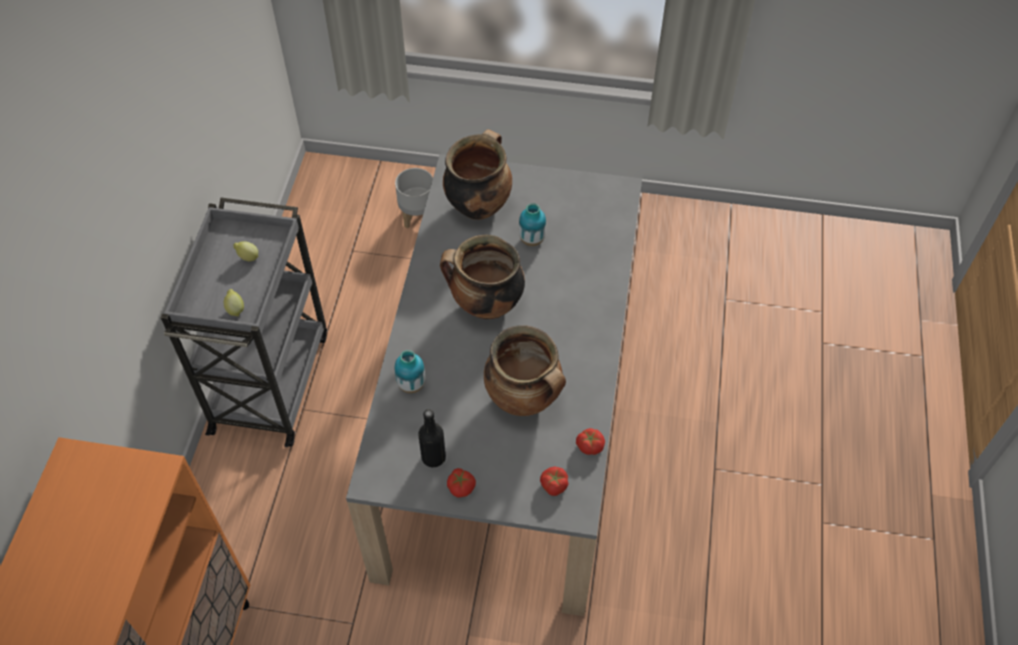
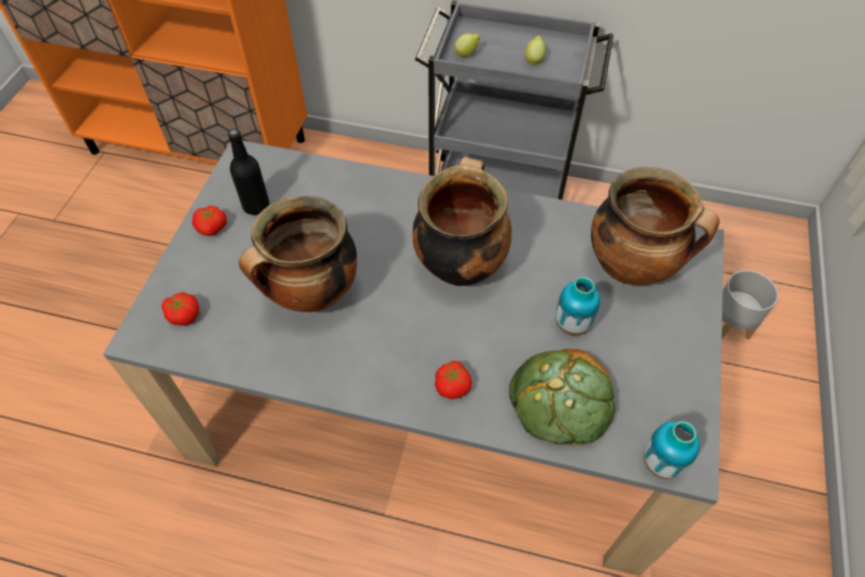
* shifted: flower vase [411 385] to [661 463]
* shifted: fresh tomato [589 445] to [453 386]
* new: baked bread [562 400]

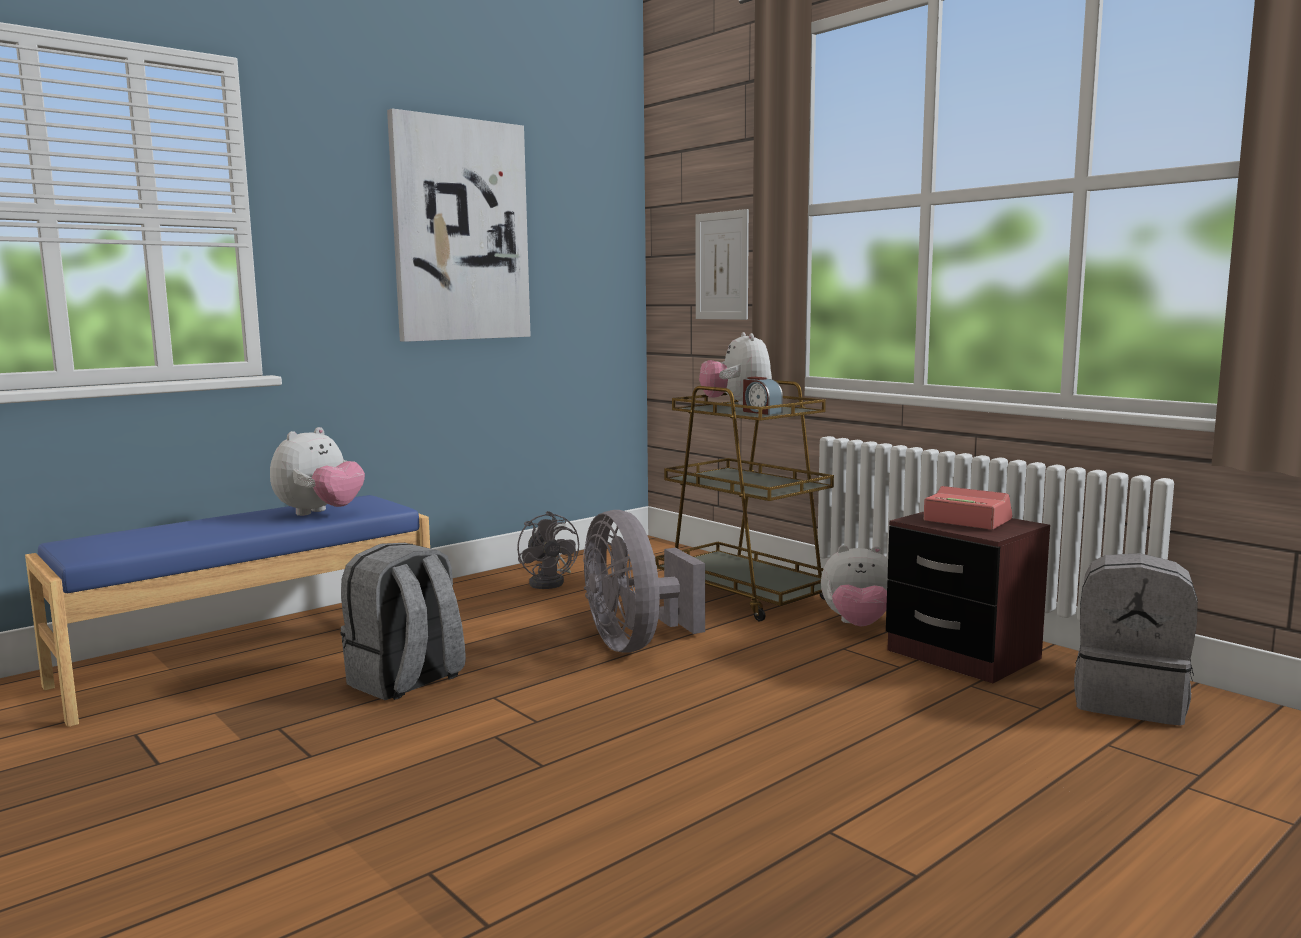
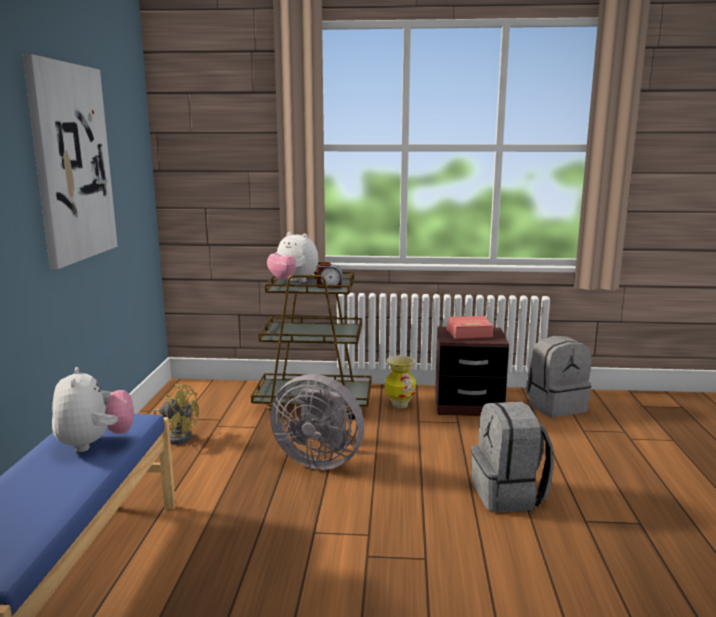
* gone: picture [722 266]
* repainted: fan in gray [550 582] to fan in yellow-coloured [177 436]
* shifted: backpack in gray [406 681] to [508 494]
* swapped: plush toy [858 625] to flower vase [400 404]

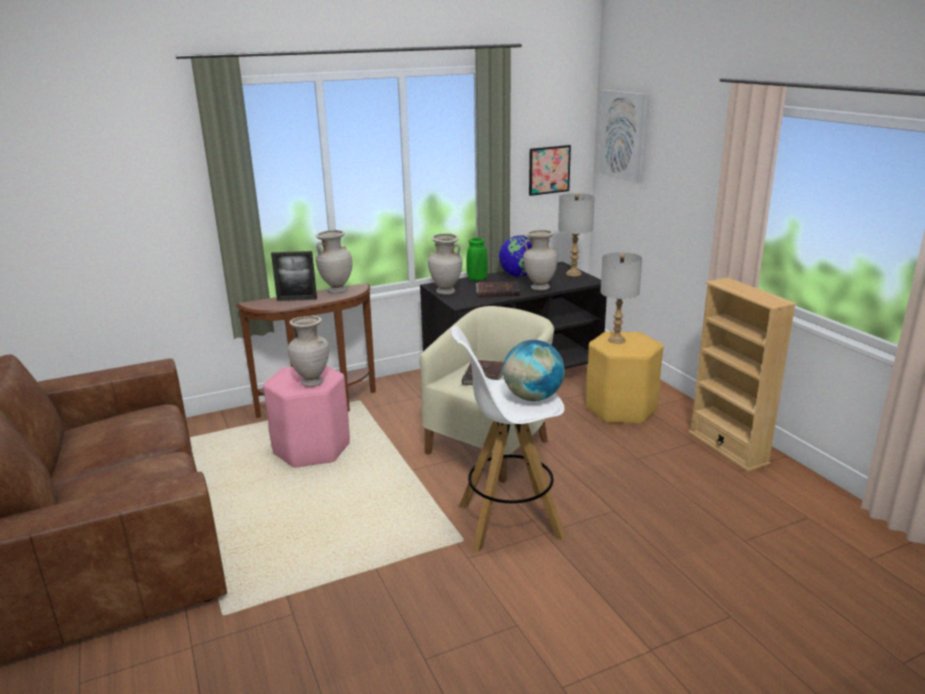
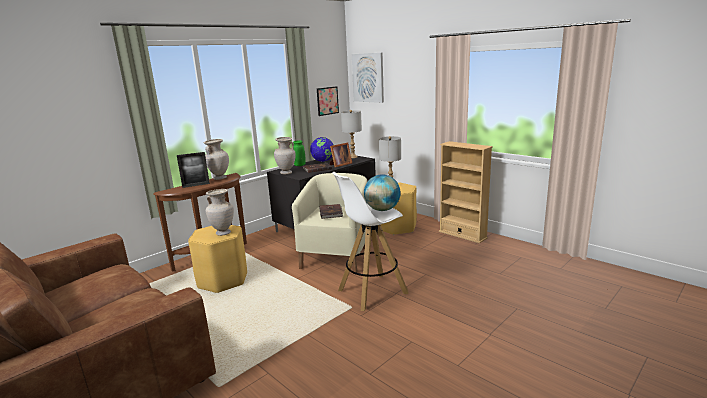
* swapped: flower vase in sand-coloured [539 288] to standing frame [340 165]
* repainted: stool in pinkish [312 449] to stool in yellow-coloured [223 280]

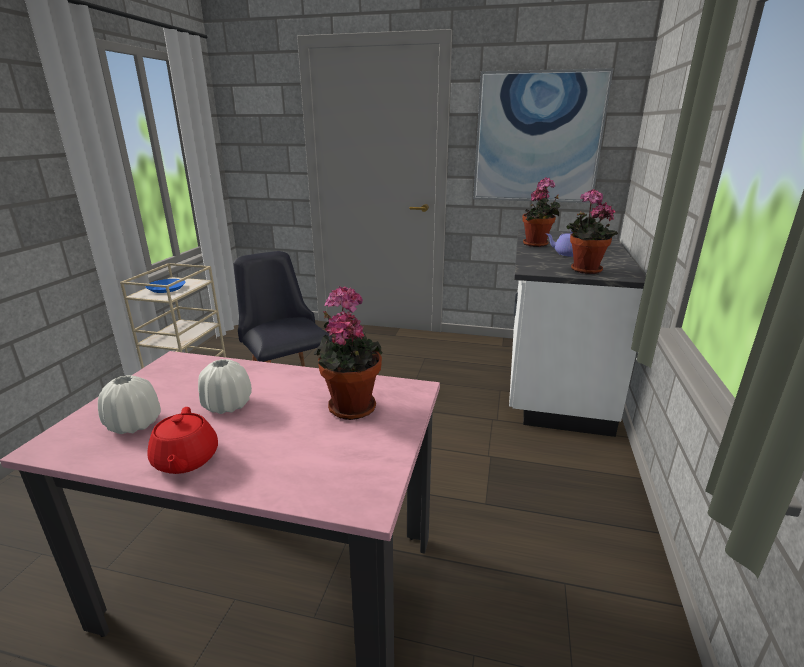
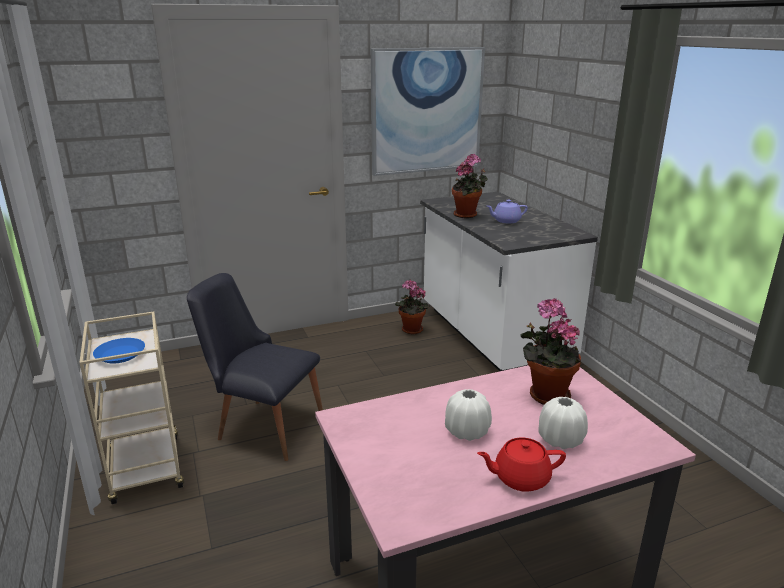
* shifted: plant in a pot [583 270] to [410 330]
* shifted: flower vase in white [134 424] to [560 440]
* rotated: teapot in reddish [185 460] = [520 478] 135 degrees clockwise

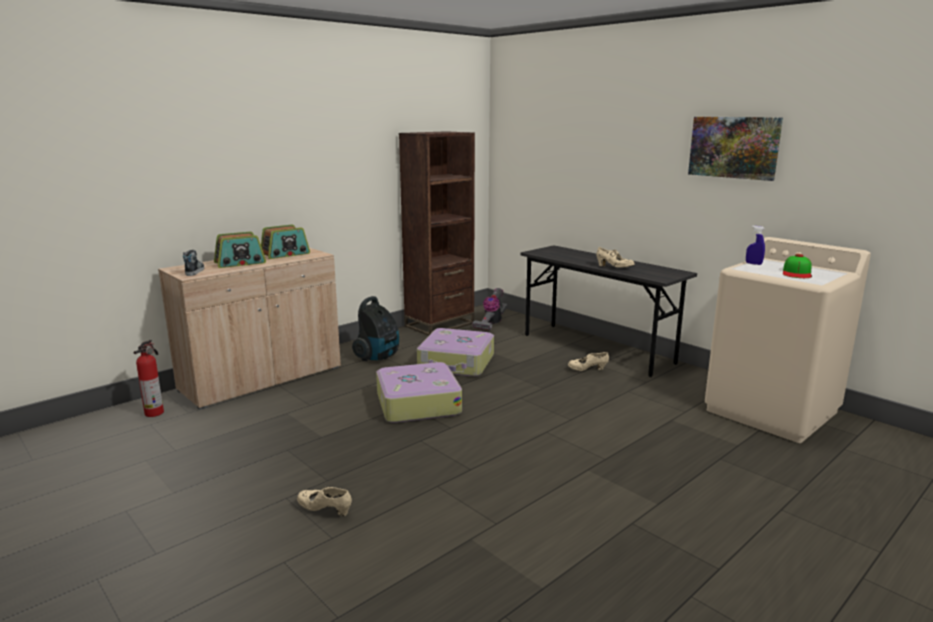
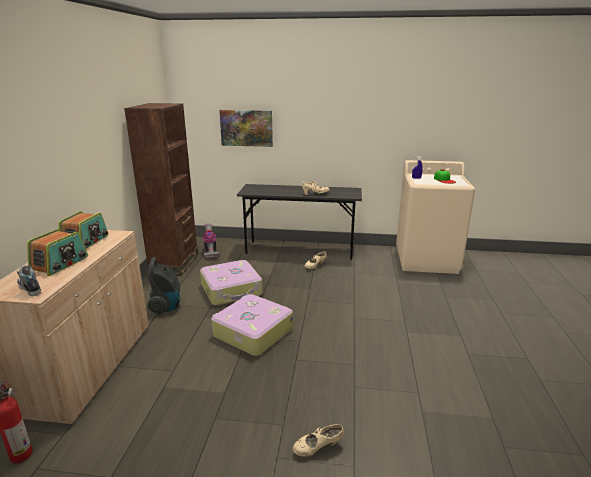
* shifted: picture [734 147] to [246 128]

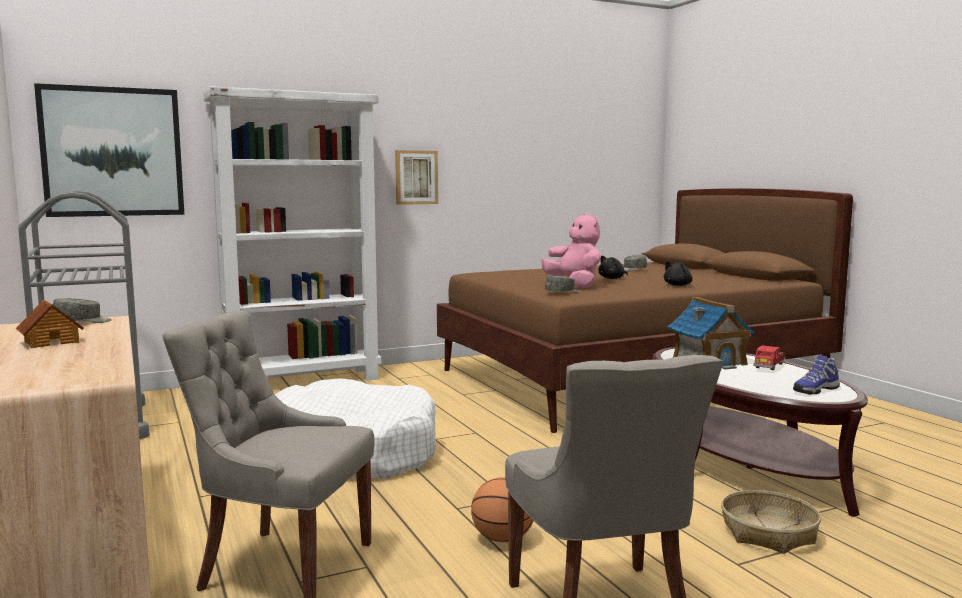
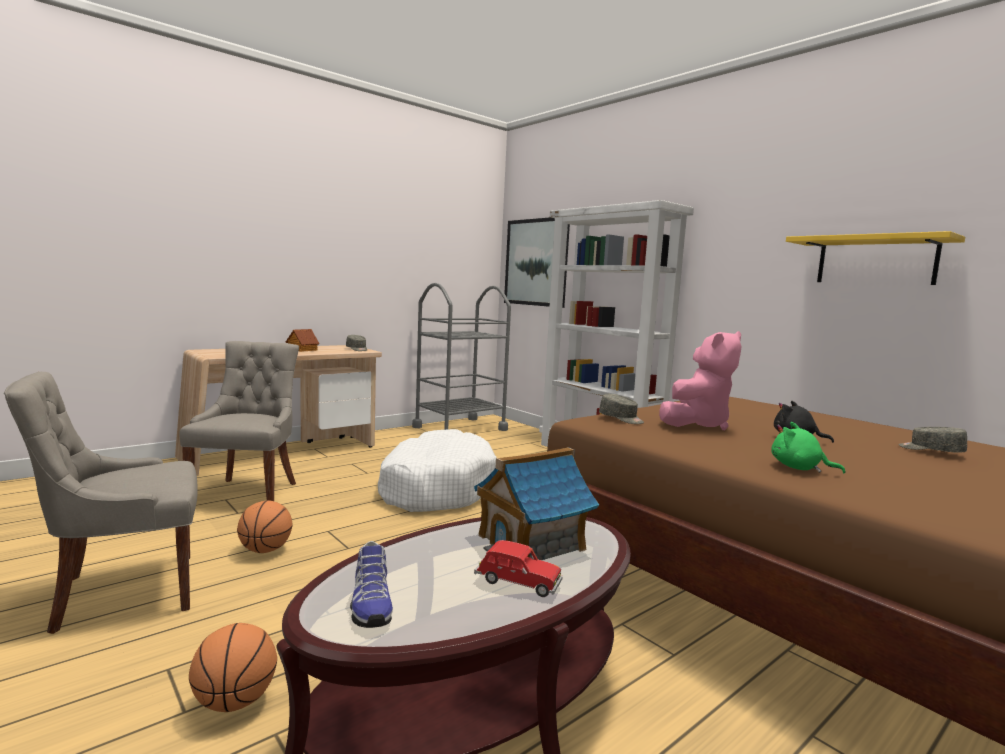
* gone: picture [416 177]
* repainted: plush toy in black [678 285] to plush toy in green-coloured [799 468]
* rotated: low shoe [814 390] = [370 605] 150 degrees counterclockwise
* swapped: basket [769 533] to basketball [235 702]
* new: wall shelf in yellow-coloured [875 261]

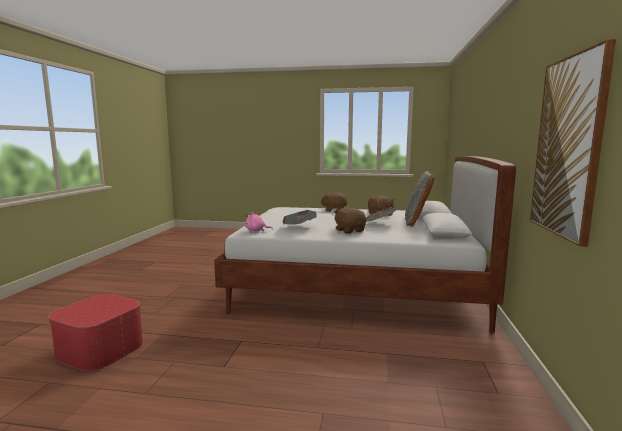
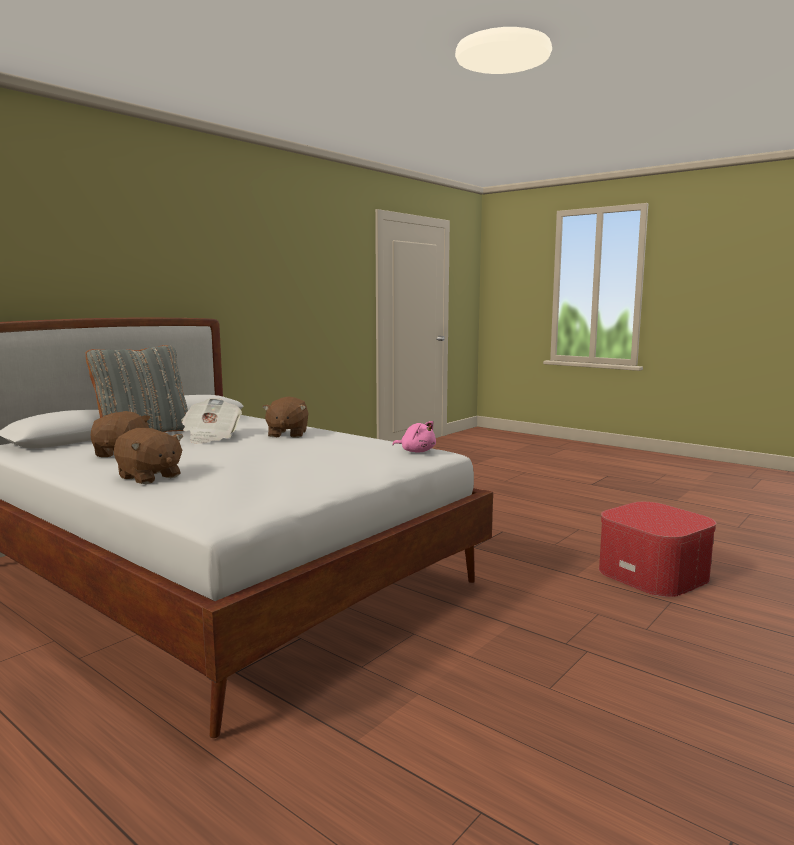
* gone: picture [568 147]
* gone: printed paper [299 227]

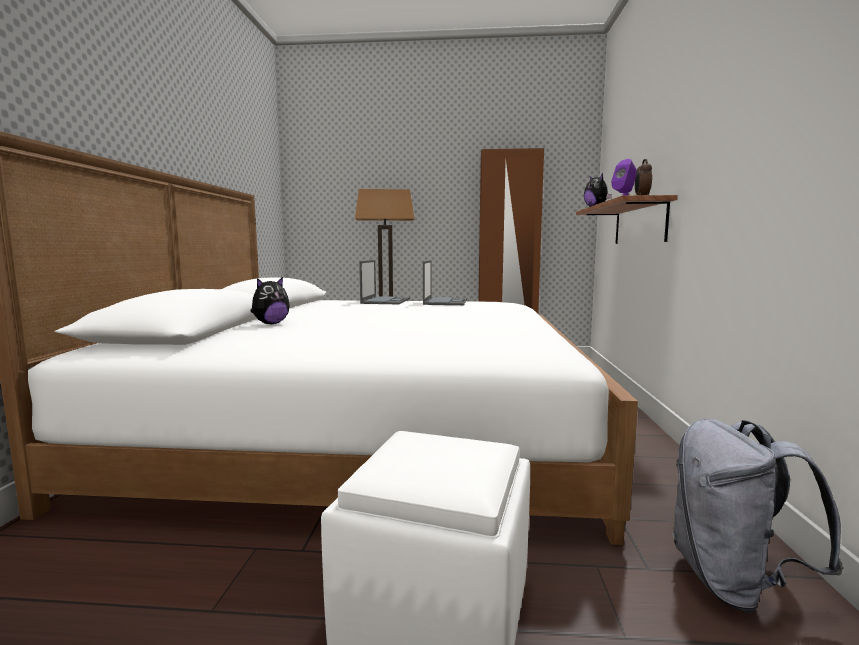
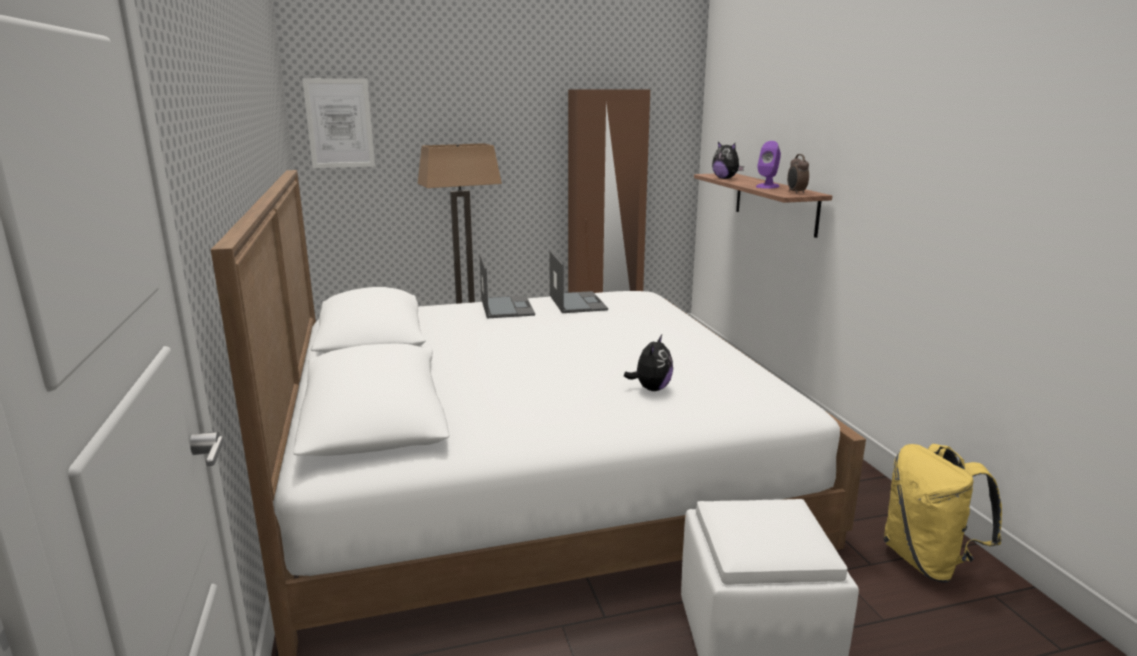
* shifted: plush toy [270 324] to [651 388]
* repainted: backpack in gray [733 583] to backpack in yellow-coloured [927 562]
* new: picture [339 123]

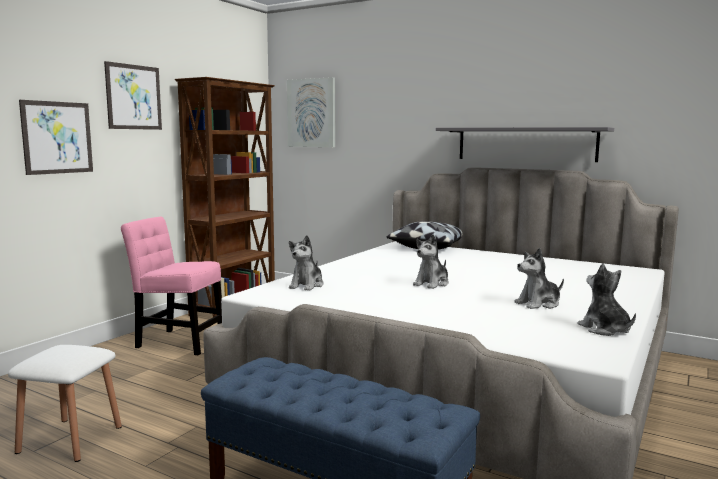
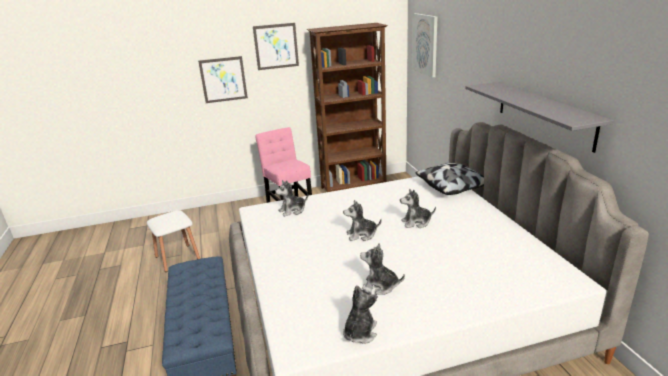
* new: plush toy [416 222]

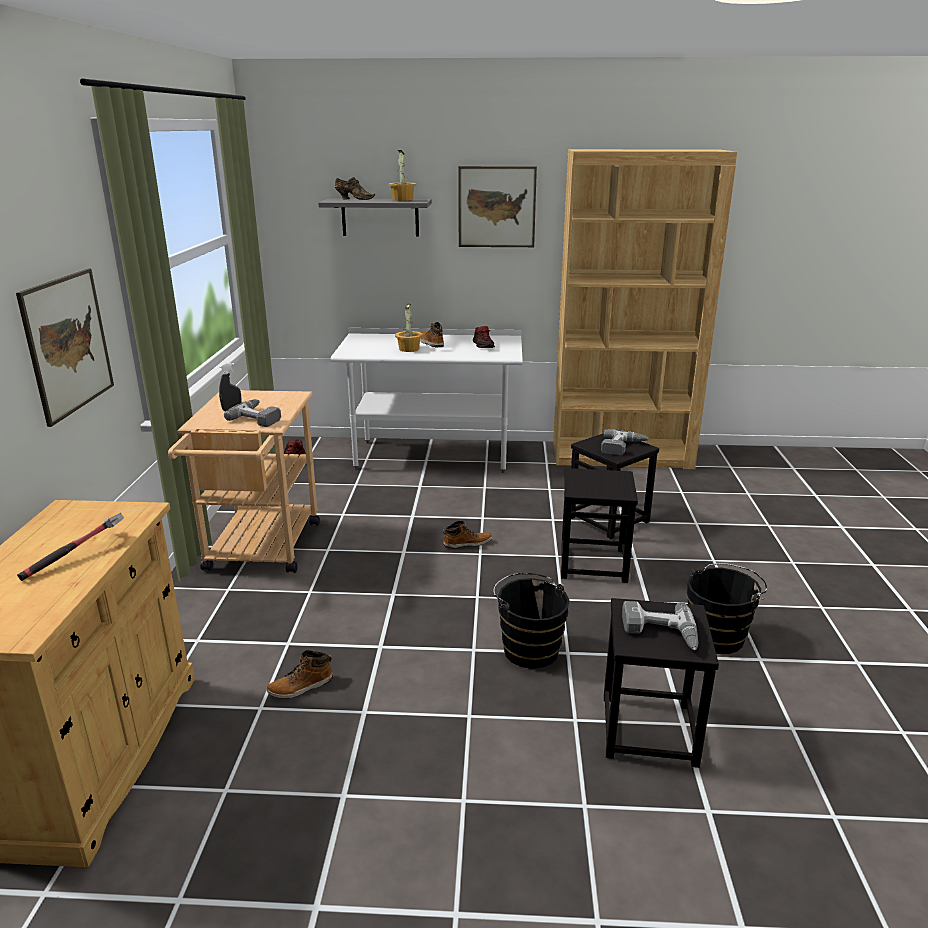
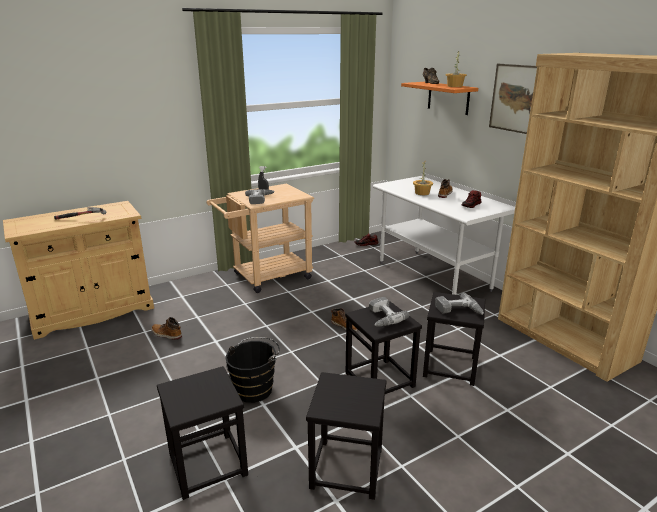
* repainted: wall shelf in gray [380 217] to wall shelf in orangey [448 98]
* gone: picture [68 344]
* swapped: bucket in black [718 635] to stool in black [347 468]
* shifted: electric drill [659 633] to [382 317]

